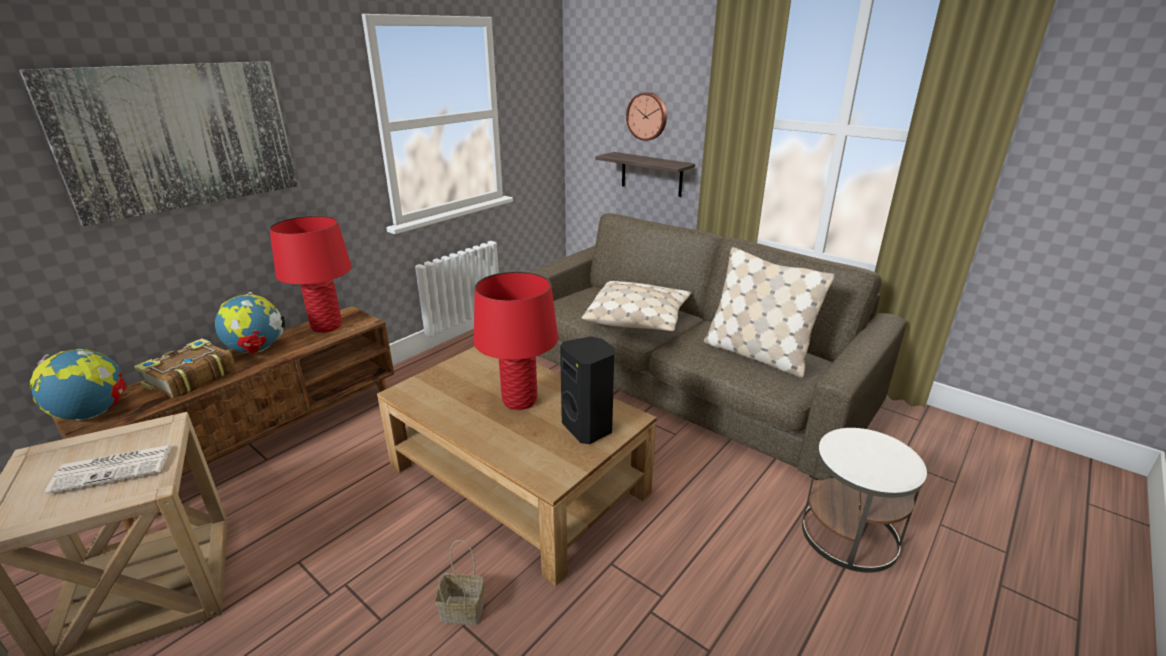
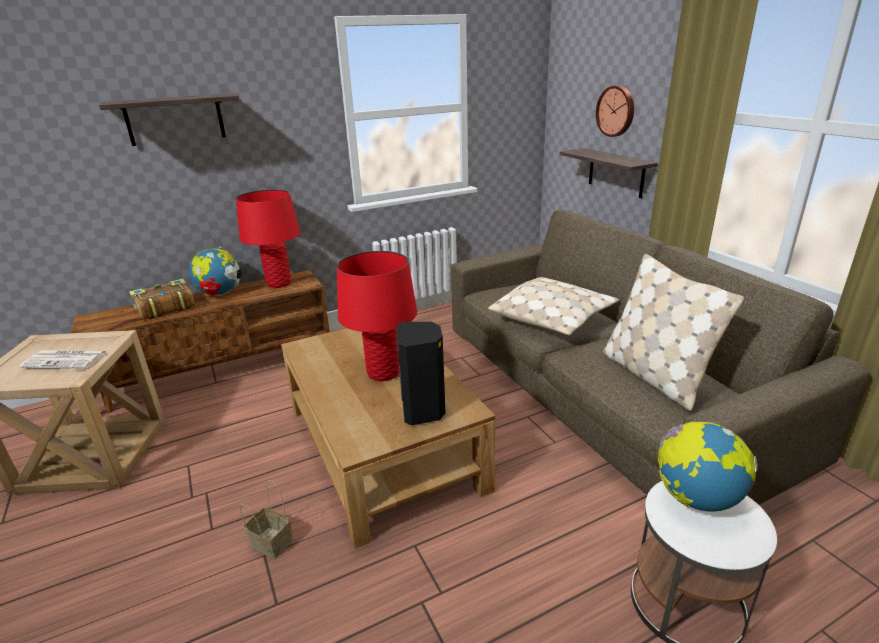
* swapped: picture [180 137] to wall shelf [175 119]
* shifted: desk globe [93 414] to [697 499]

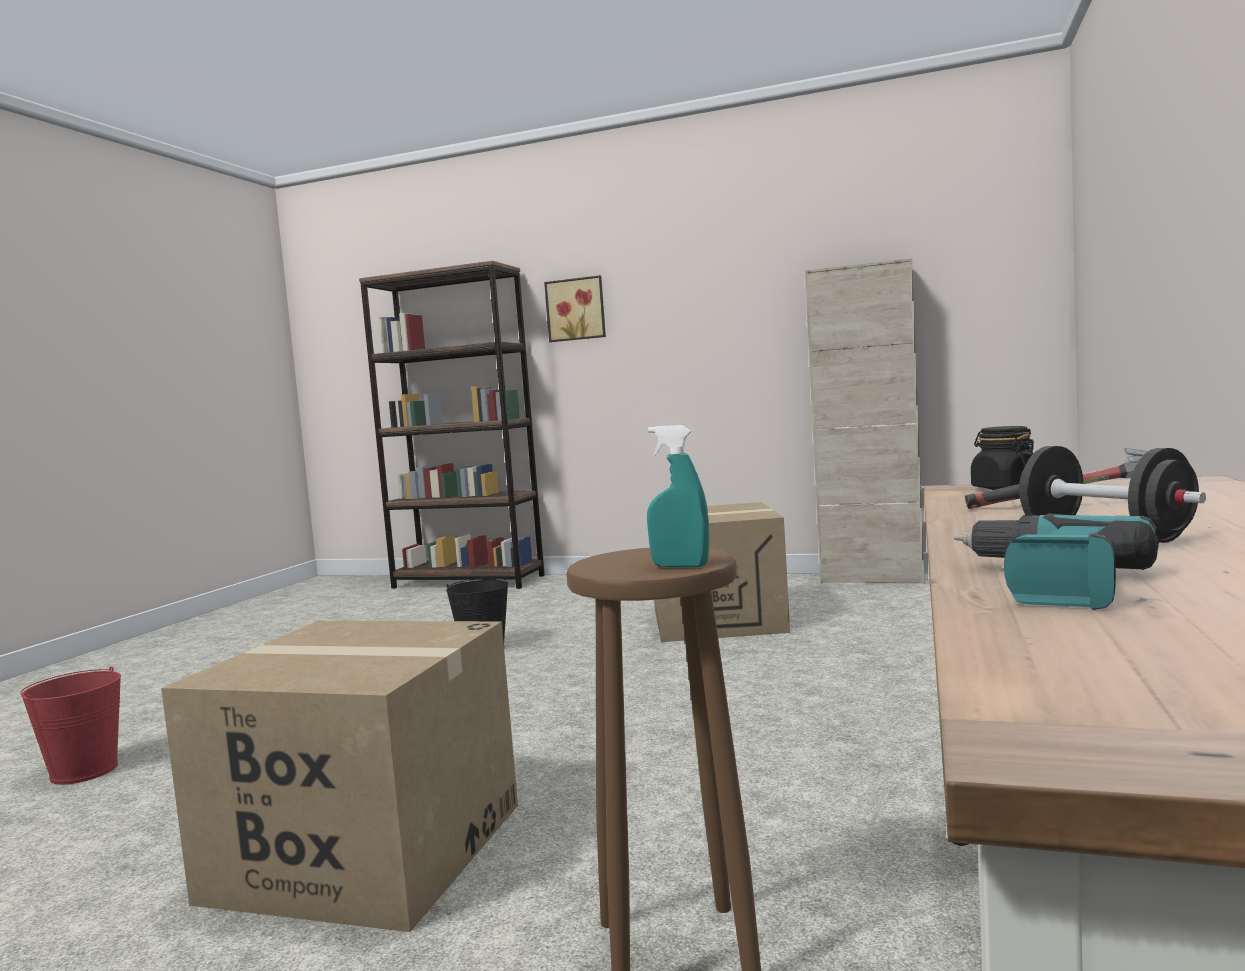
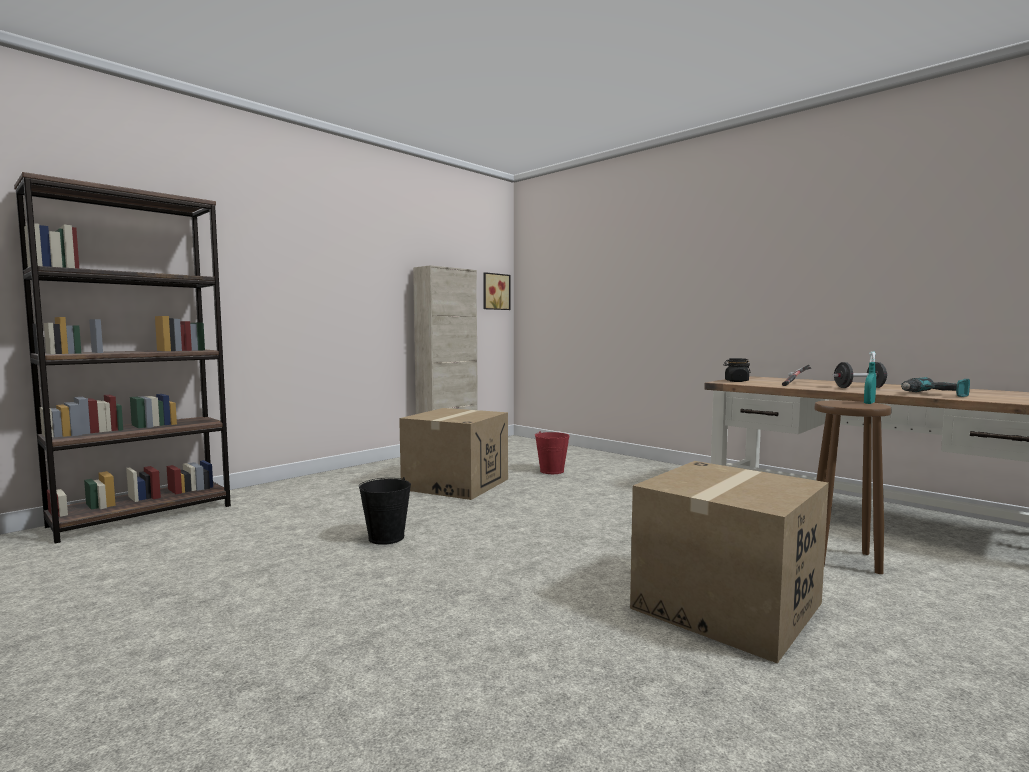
* shifted: picture [576 309] to [495 291]
* shifted: bucket in reddish [85 771] to [552 471]

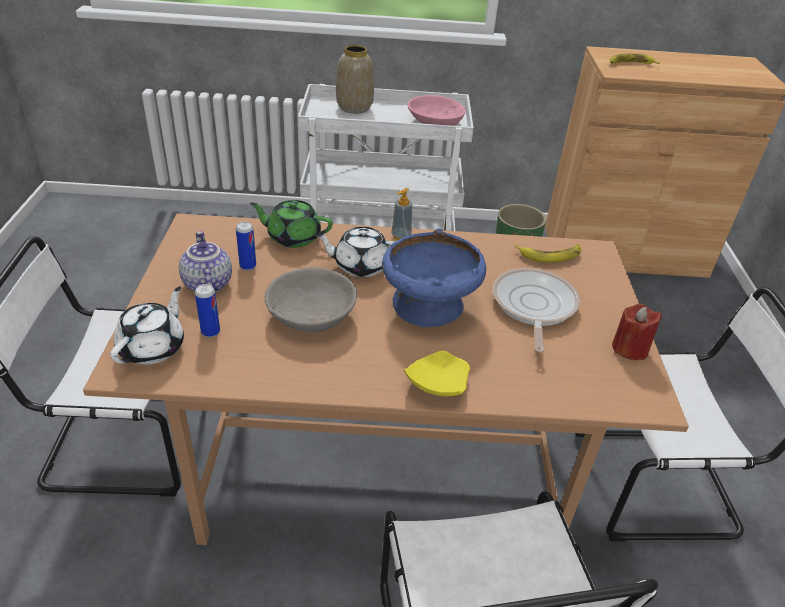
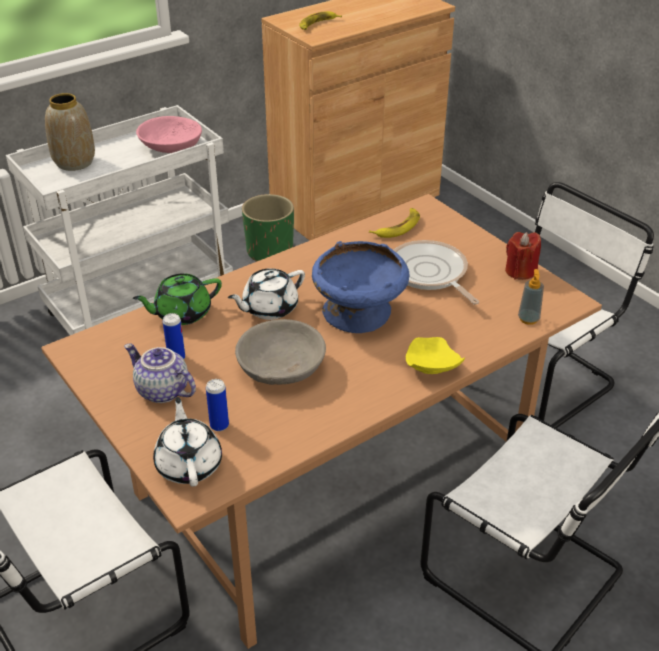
* shifted: soap bottle [401 236] to [528 319]

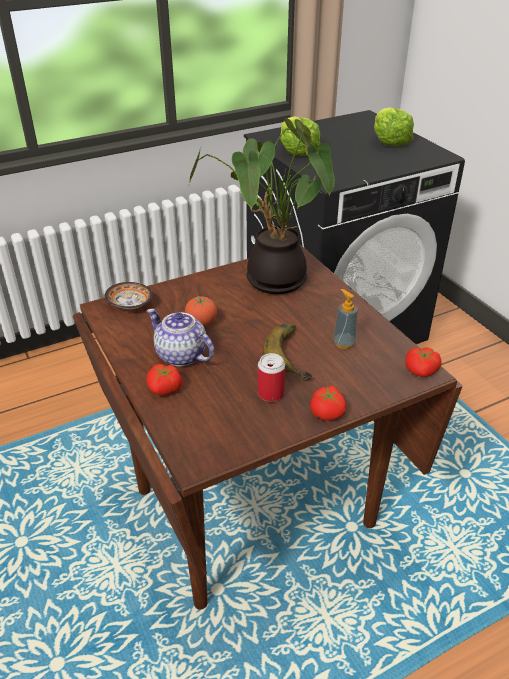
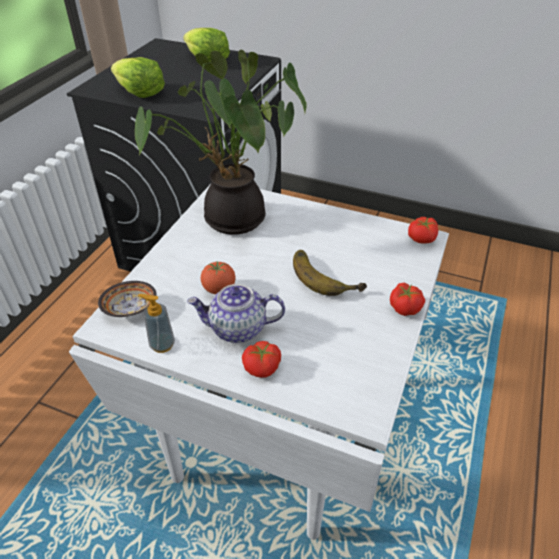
* repainted: dinner table in brown-coloured [255 509] to dinner table in white [281 428]
* shifted: soap bottle [344 343] to [162 344]
* gone: metal can [270 394]

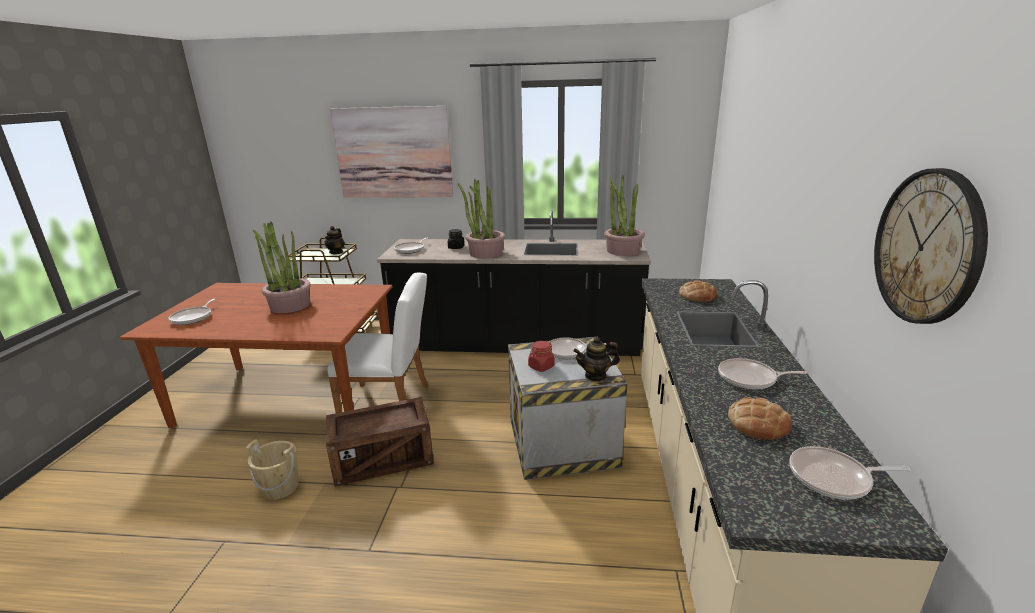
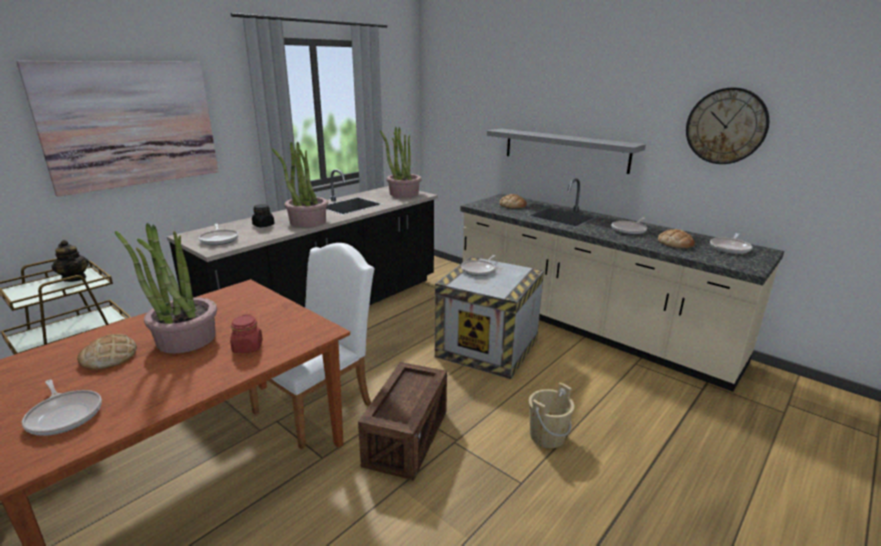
* gone: teapot [595 376]
* shifted: storage jar in reddish [541 366] to [247 347]
* shifted: bucket in sand-coloured [280 487] to [547 436]
* new: wall shelf in gray [564 150]
* new: baked bread [109 357]

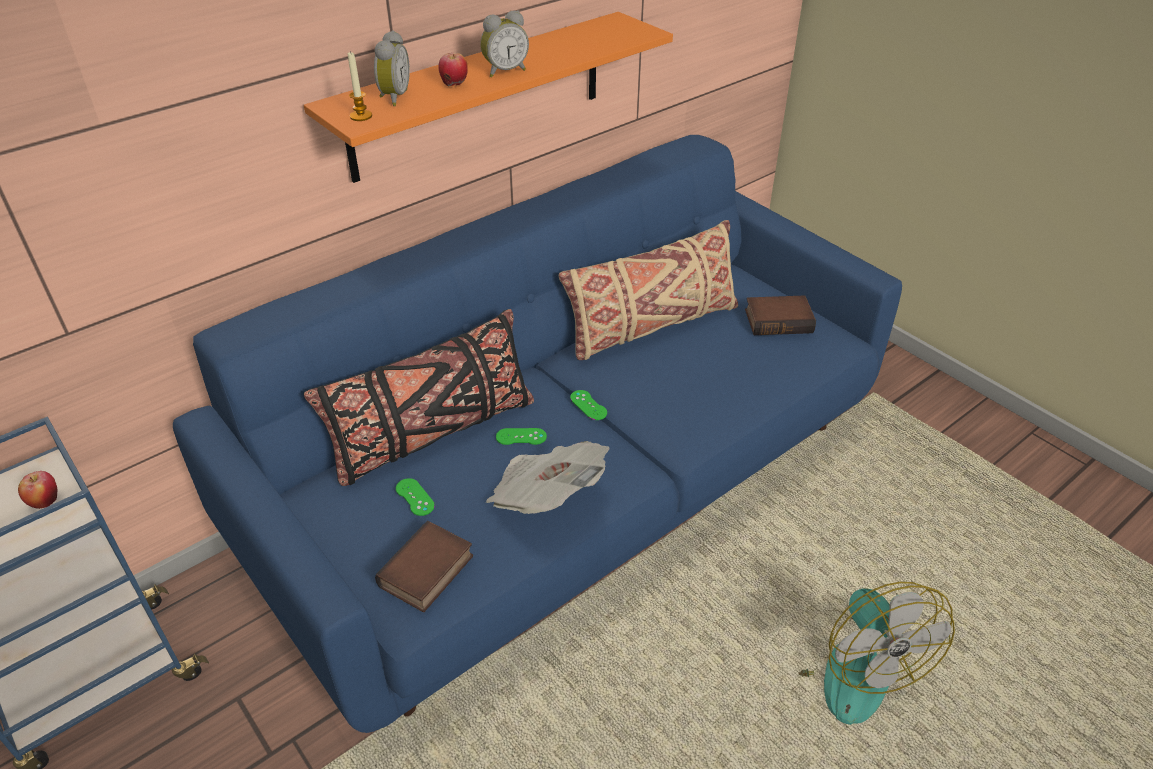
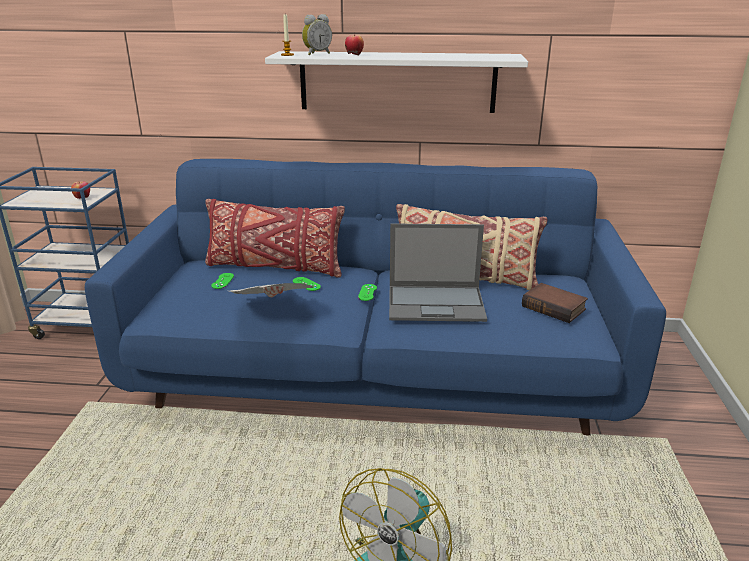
* gone: alarm clock [504 71]
* repainted: wall shelf in orangey [479 95] to wall shelf in white [397 82]
* repainted: throw pillow in black [433 434] to throw pillow in reddish [274 267]
* gone: book [427 573]
* new: portable computer [437 303]

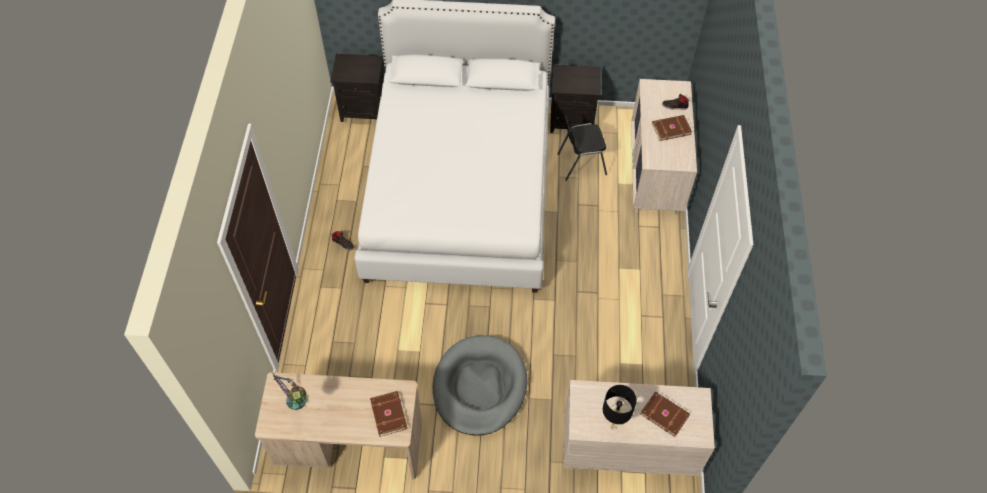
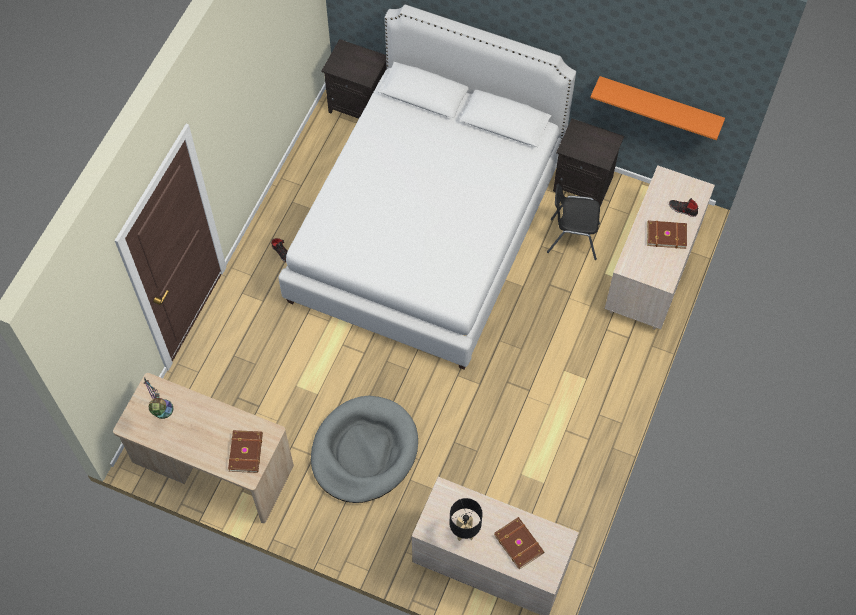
* new: wall shelf in orangey [659 105]

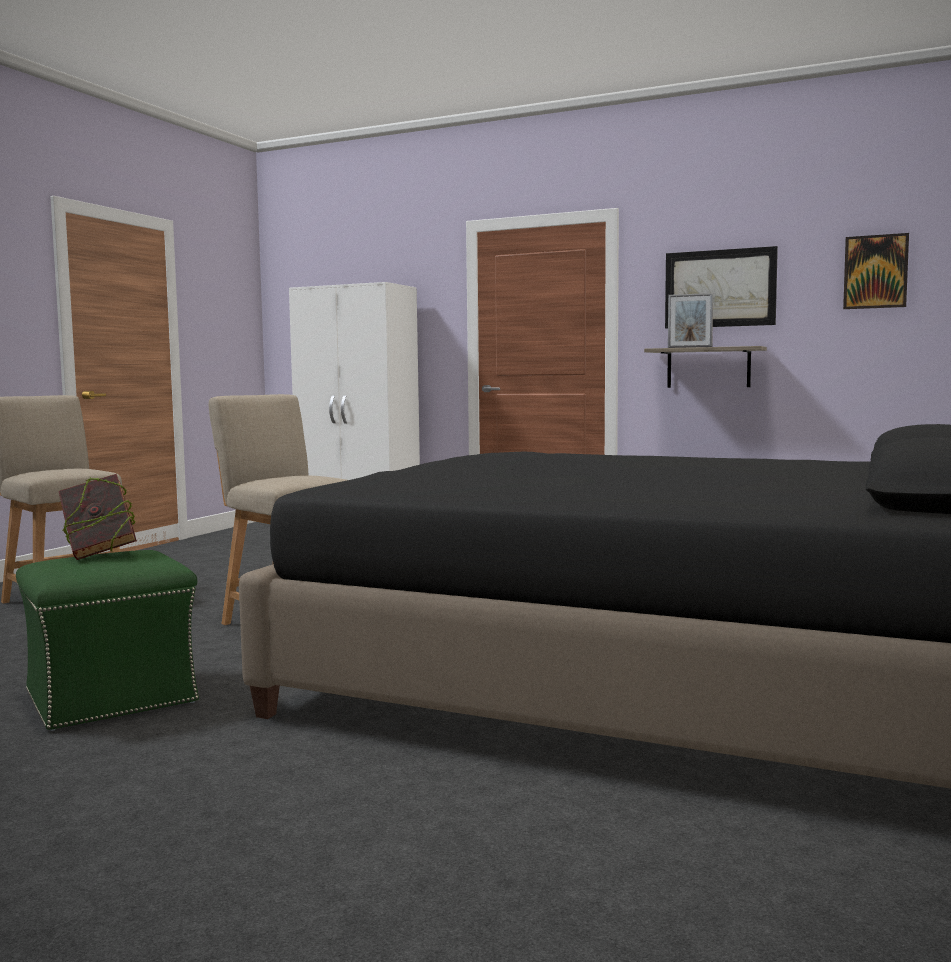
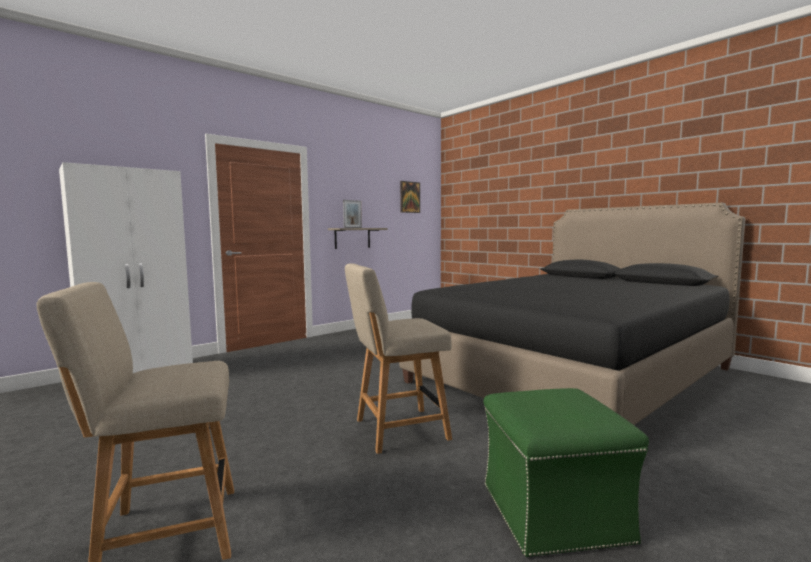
* gone: picture [720 288]
* gone: book [99 554]

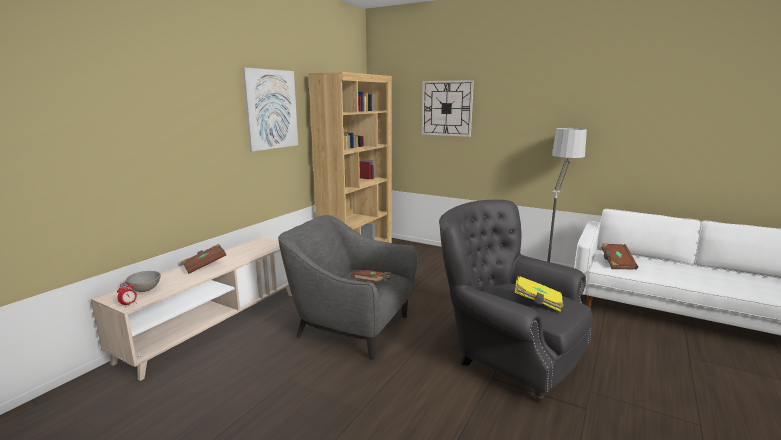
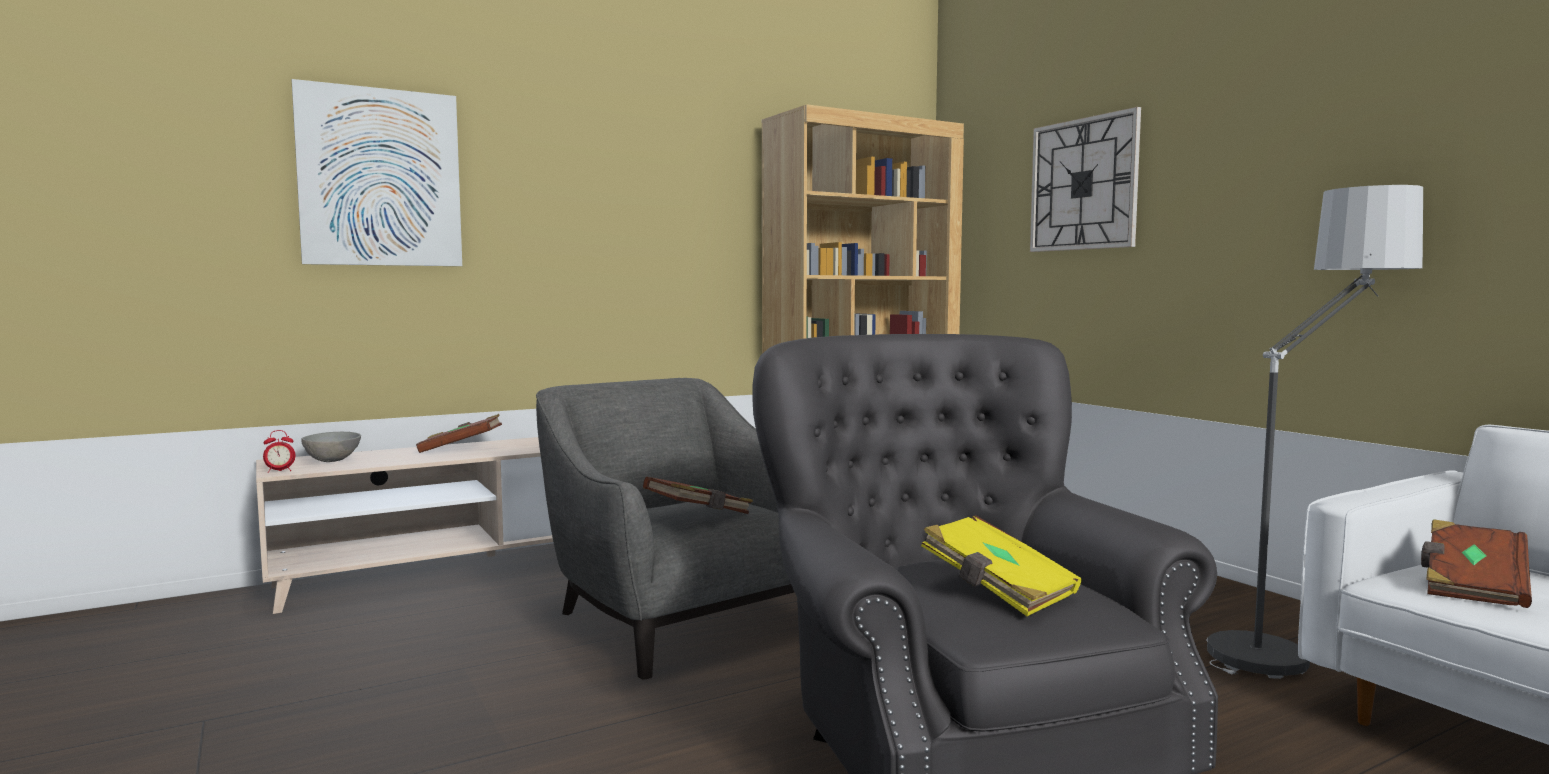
* shifted: picture [272 109] to [380 177]

